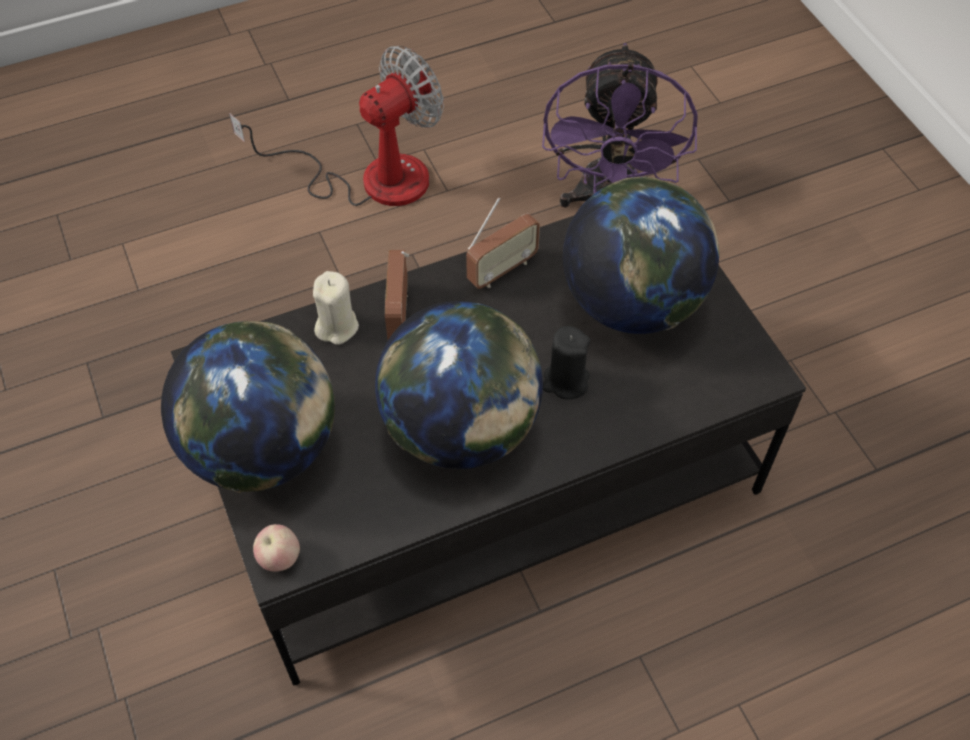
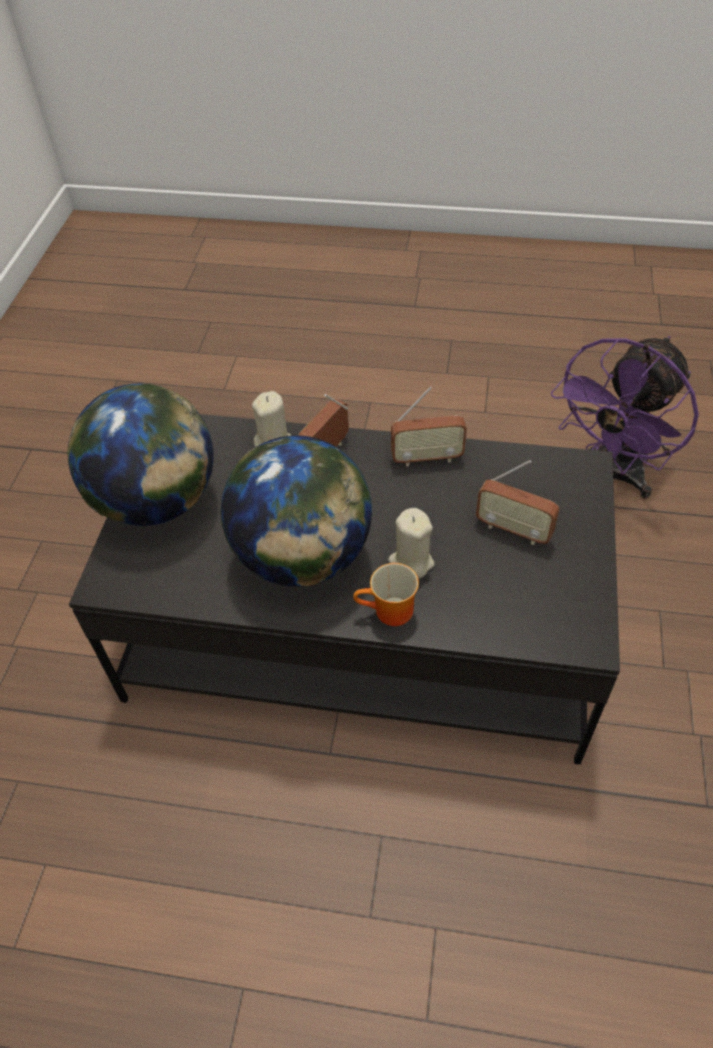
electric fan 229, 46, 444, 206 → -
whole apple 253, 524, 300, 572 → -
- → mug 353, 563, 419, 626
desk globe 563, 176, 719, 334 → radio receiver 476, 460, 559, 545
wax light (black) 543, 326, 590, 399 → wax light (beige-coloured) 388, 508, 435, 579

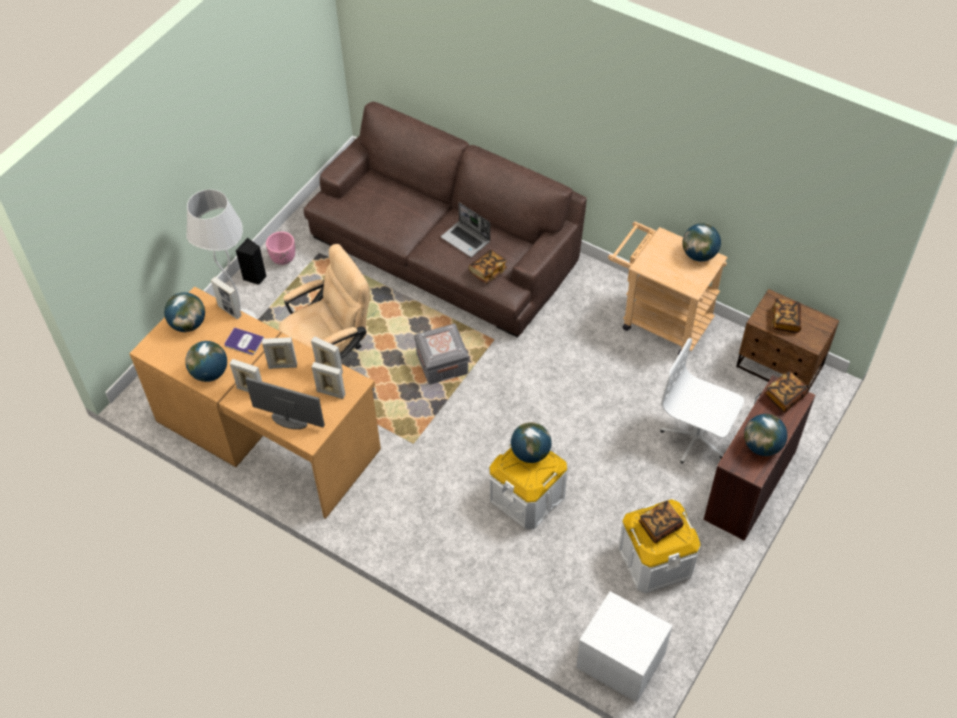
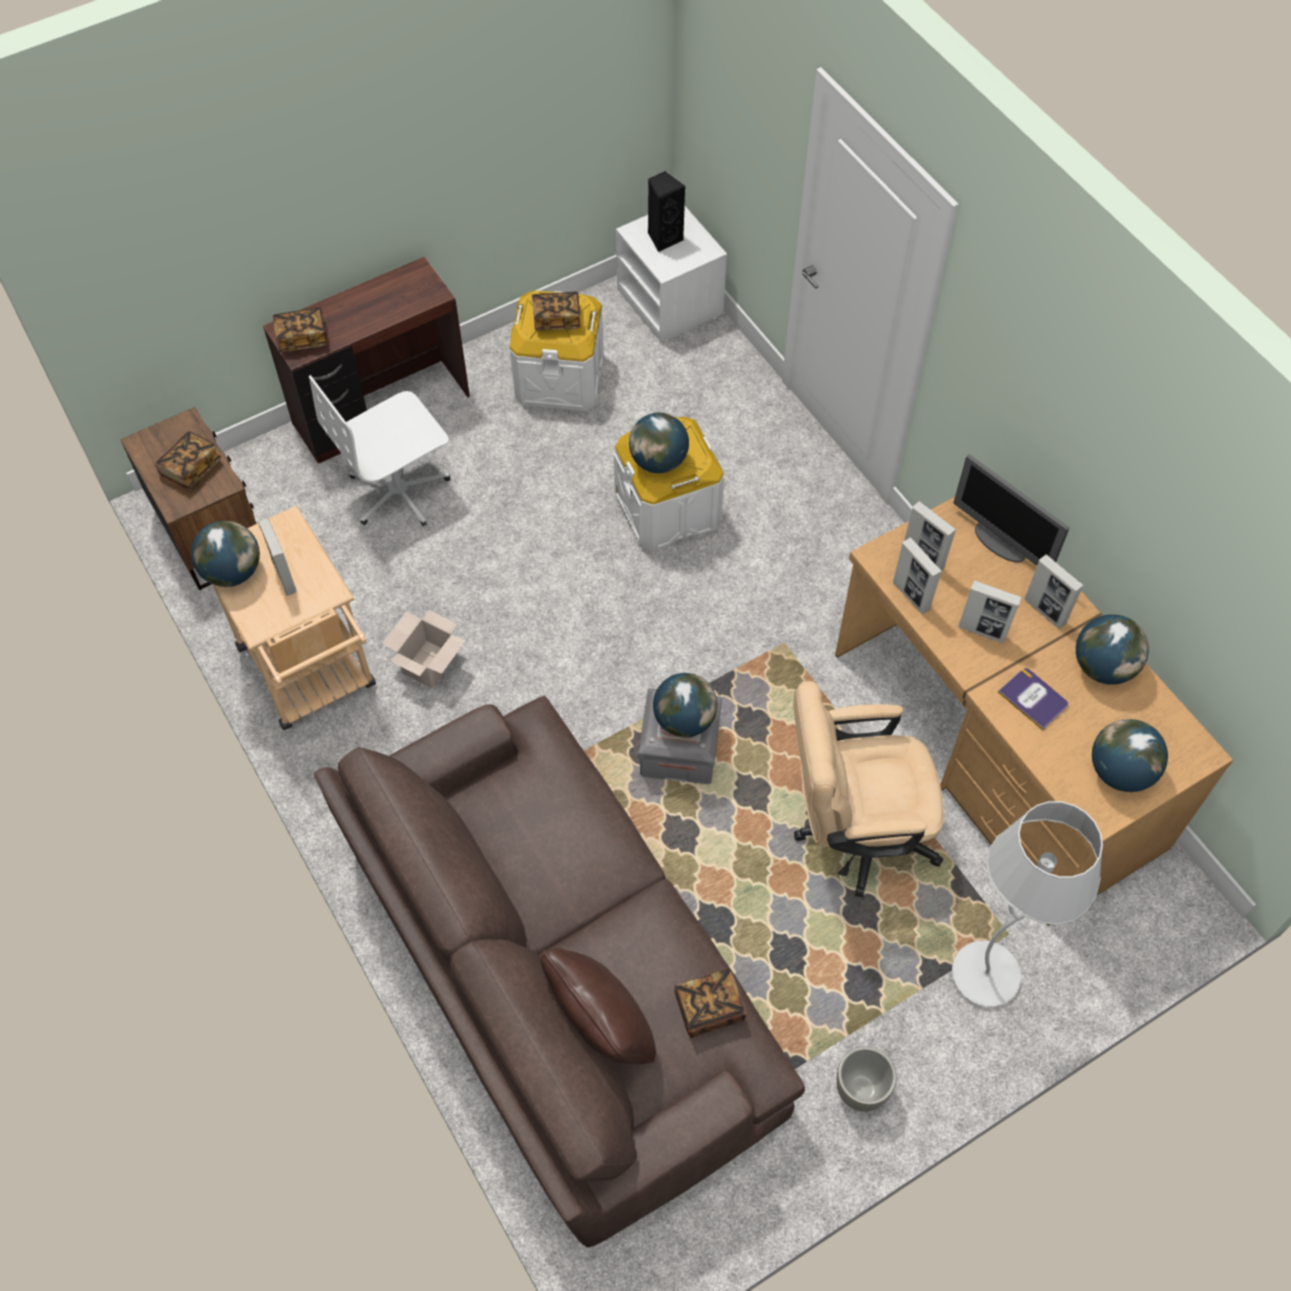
notebook computer 441, 203, 490, 257 → -
- → carton 382, 610, 466, 689
- → throw pillow (brown-coloured) 541, 948, 656, 1064
photo frame 211, 277, 242, 319 → photo frame 258, 518, 297, 595, moved
loudspeaker (black) 235, 238, 267, 285 → loudspeaker (black) 648, 172, 685, 252, moved
volume 469, 250, 507, 283 → volume 674, 969, 746, 1038, moved
desk globe 744, 414, 787, 456 → desk globe 653, 673, 718, 737, moved
planter (pink) 266, 232, 295, 265 → planter (gray) 836, 1046, 897, 1112
desk chair (white-coloured) 660, 338, 744, 464 → desk chair (white-coloured) 309, 375, 450, 526, 90 degrees clockwise

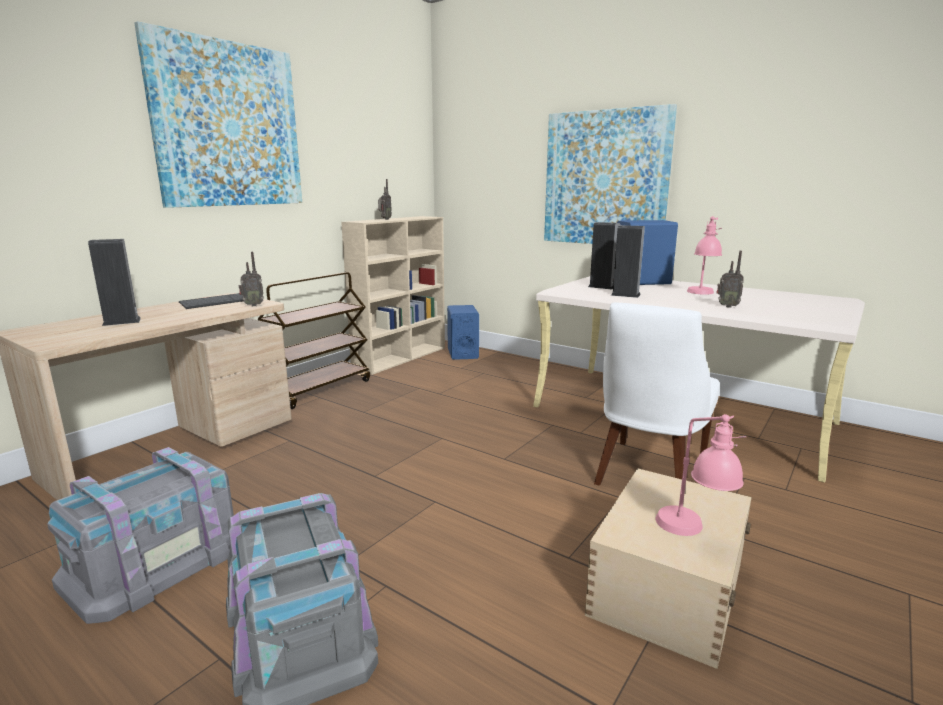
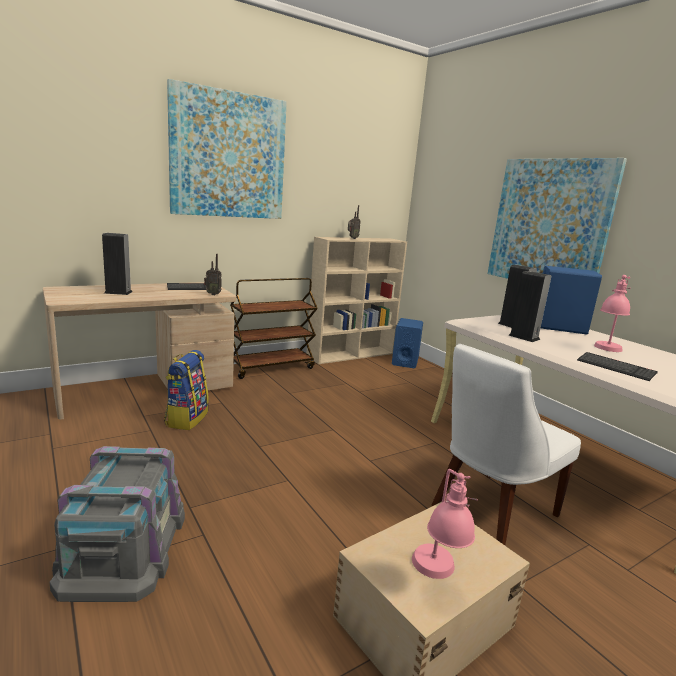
storage bin (gray) 47, 447, 234, 624 → -
- → knapsack 164, 350, 209, 430
radio receiver 716, 251, 744, 308 → keyboard 577, 352, 658, 381

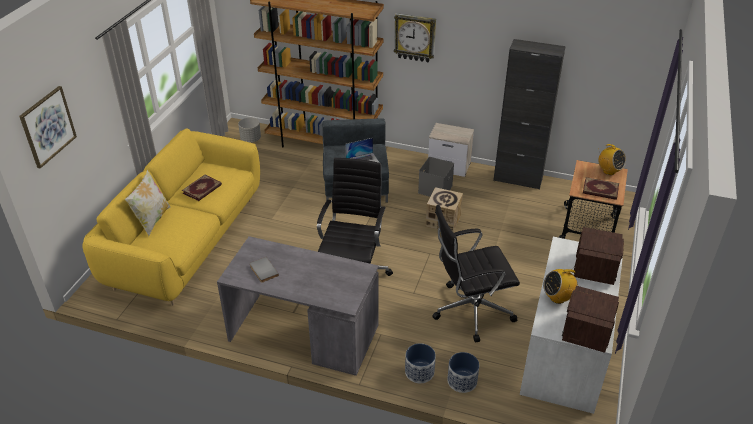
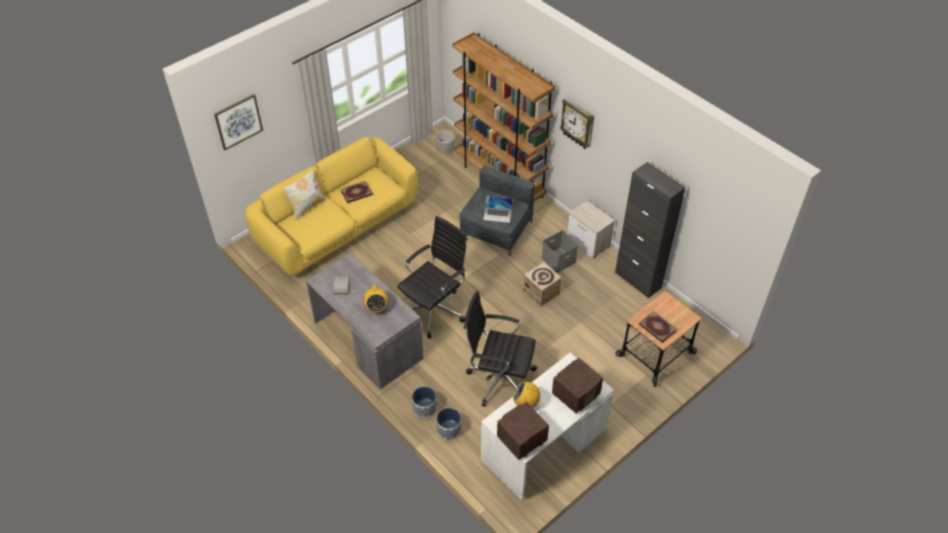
radio receiver 598, 144, 626, 175 → radio receiver 363, 284, 388, 313, moved

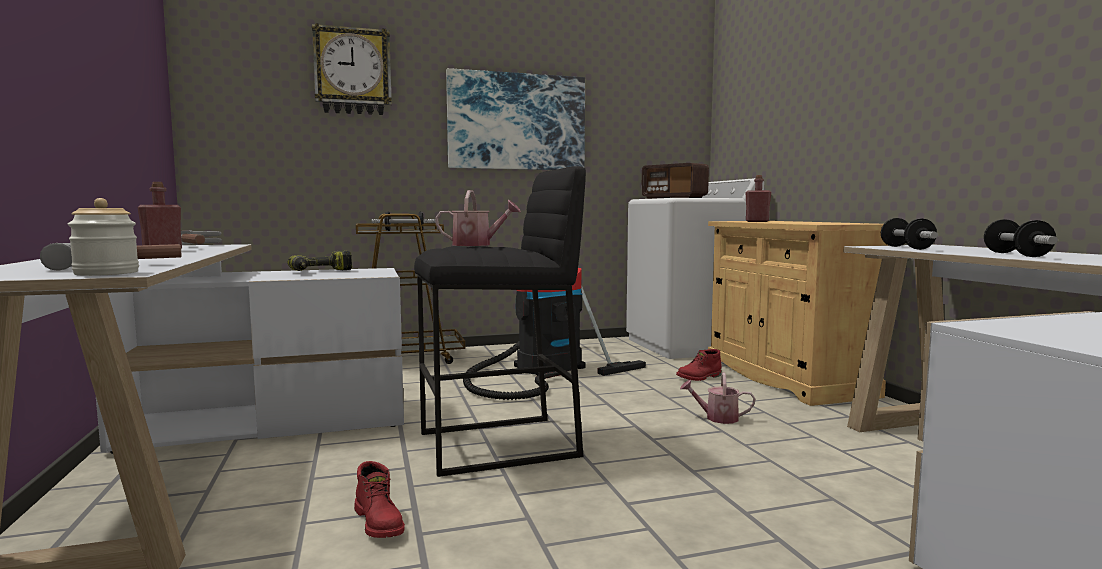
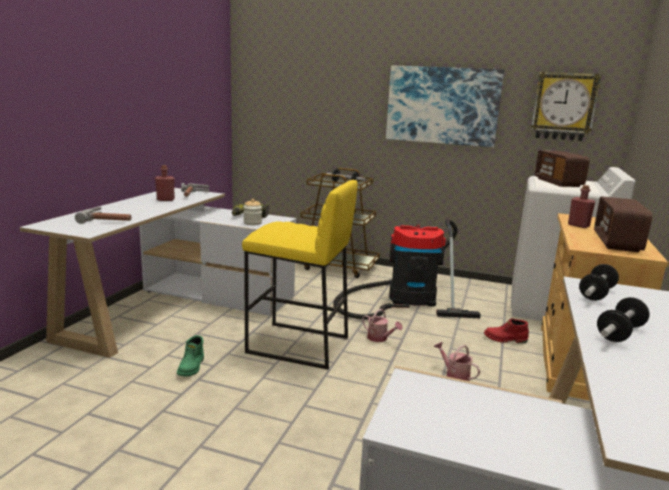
- → radio receiver 594, 196, 653, 252
jar 68, 198, 139, 276 → jar 244, 199, 262, 225, moved
hanging clock 312, 23, 392, 115 → hanging clock 531, 72, 602, 141, moved
watering pot 435, 190, 521, 246 → watering pot 362, 309, 403, 342, moved
tall boot (red) 354, 461, 405, 538 → tall boot (green) 177, 335, 204, 377
stool (black) 414, 166, 586, 477 → stool (yellowish) 242, 180, 358, 370

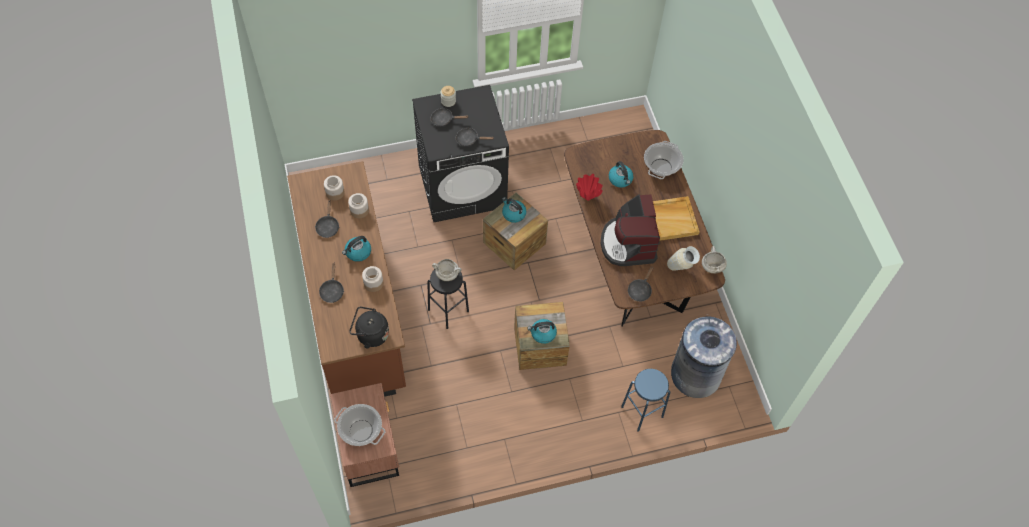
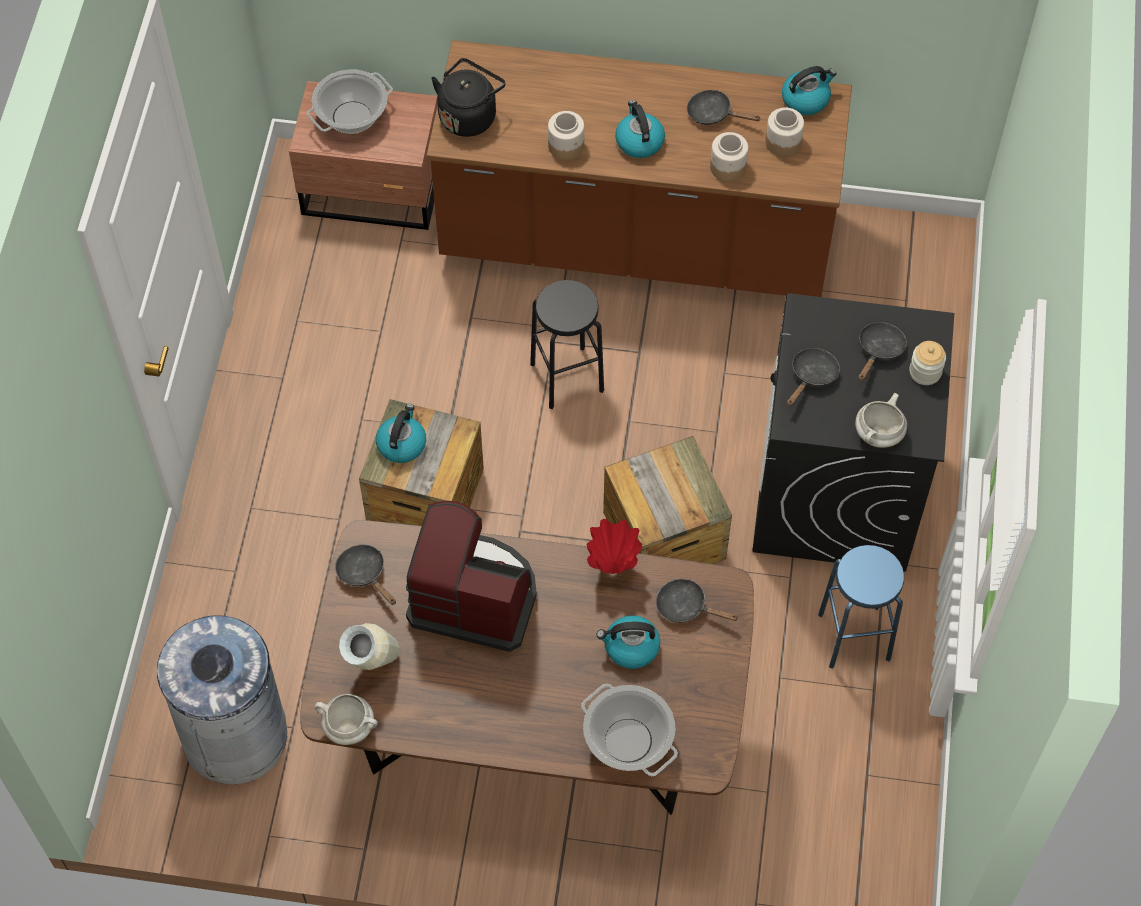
carrying tray (beige-coloured) 653, 196, 700, 241 → -
pan (black) 319, 263, 344, 303 → pan (black) 656, 579, 739, 623, moved
stockpot (white-coloured) 432, 259, 462, 281 → stockpot (white-coloured) 855, 393, 907, 448, moved
tea kettle 502, 197, 526, 223 → tea kettle 782, 66, 836, 115, moved
stool (blue) 621, 369, 670, 432 → stool (blue) 818, 545, 904, 669, moved

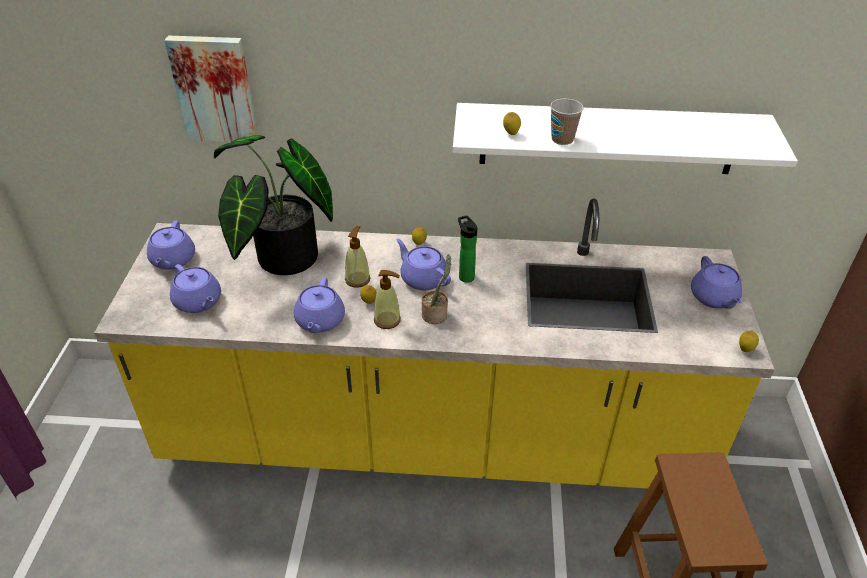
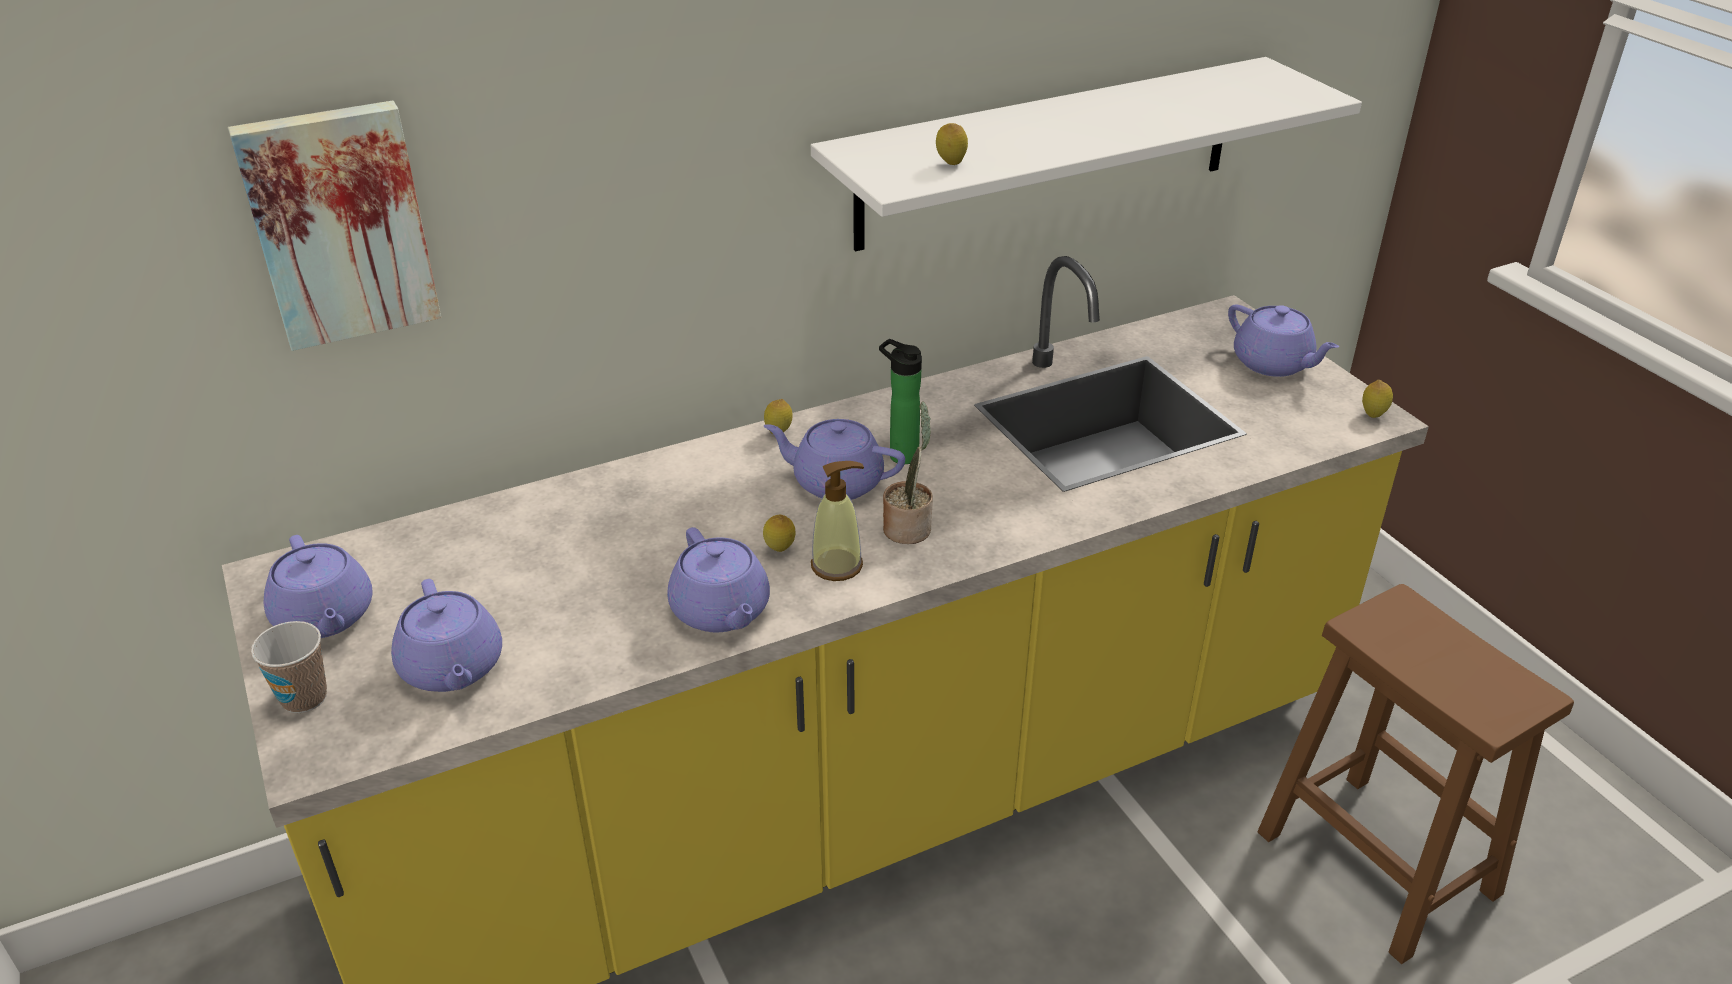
plant in a pot 214, 135, 333, 275 → -
soap dispenser 345, 226, 370, 288 → -
drinking cup 550, 99, 584, 145 → drinking cup 251, 621, 327, 713, moved
teapot (purple) 170, 264, 221, 313 → teapot (purple) 391, 579, 502, 692, 45 degrees clockwise

